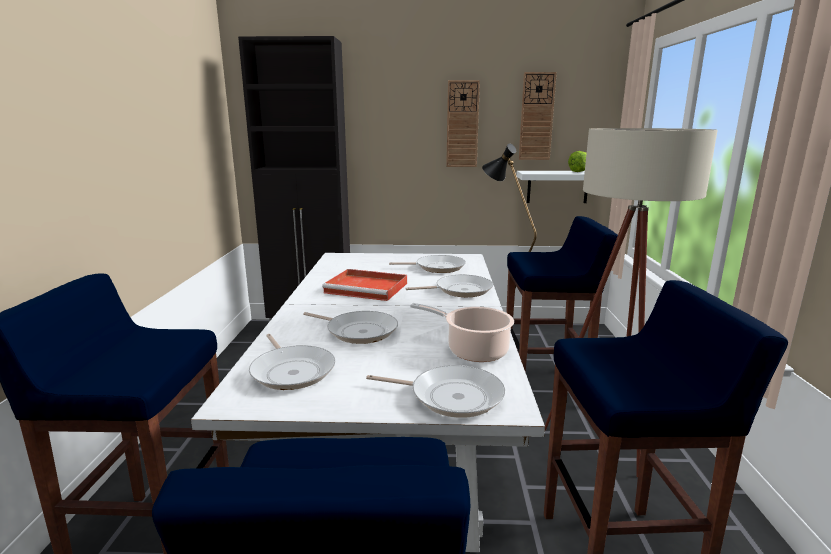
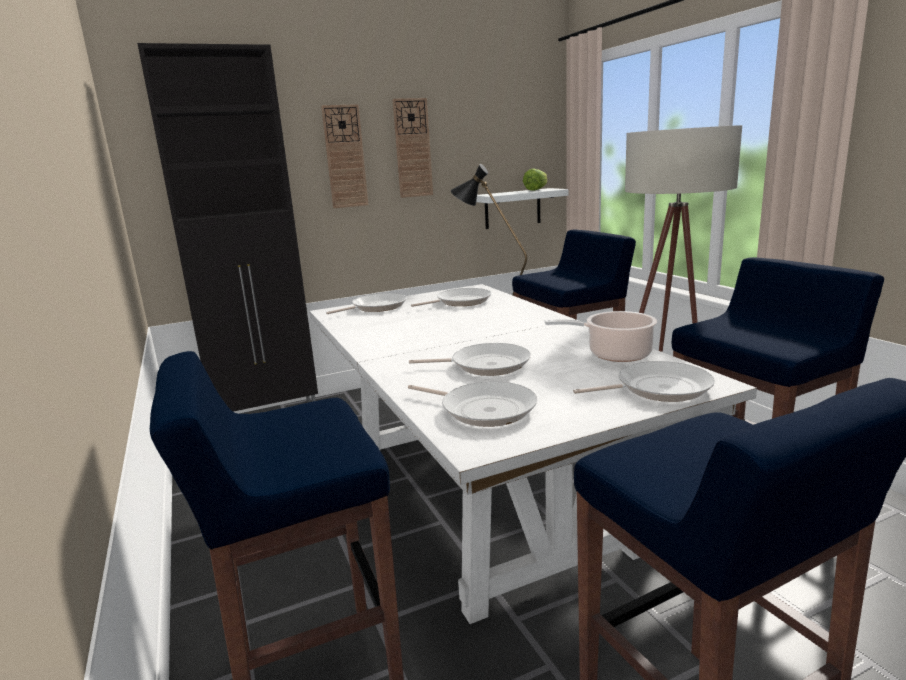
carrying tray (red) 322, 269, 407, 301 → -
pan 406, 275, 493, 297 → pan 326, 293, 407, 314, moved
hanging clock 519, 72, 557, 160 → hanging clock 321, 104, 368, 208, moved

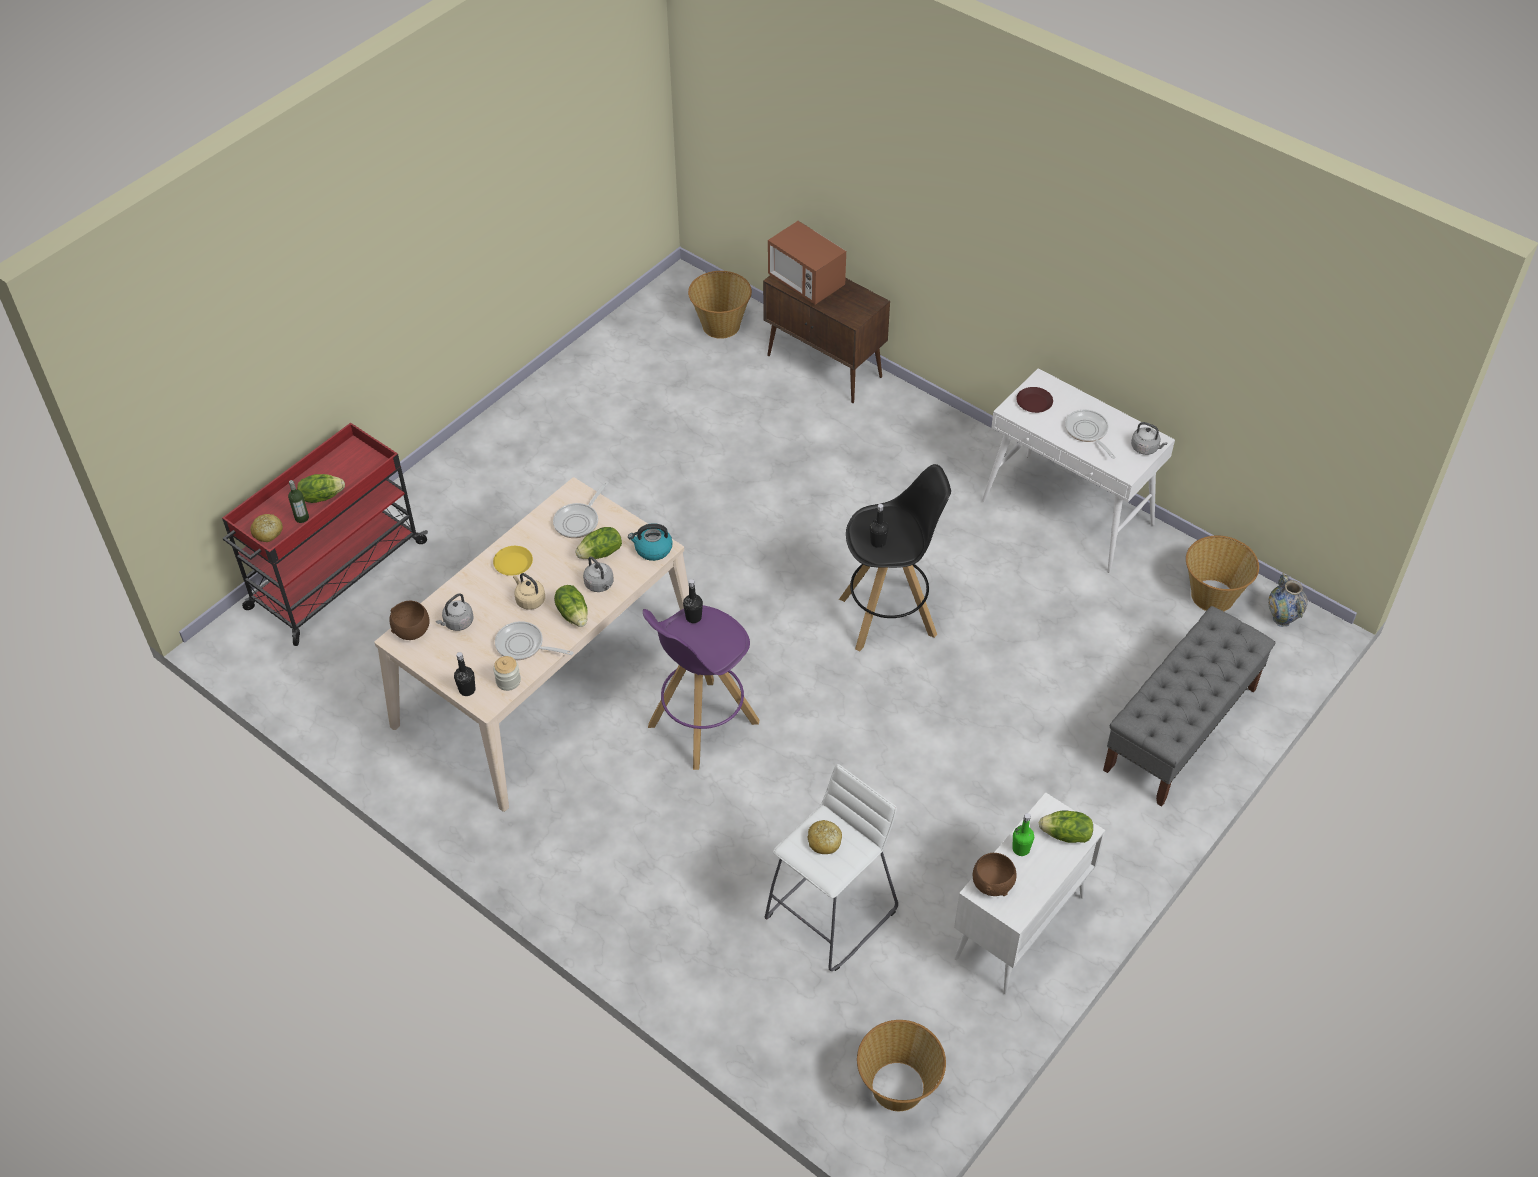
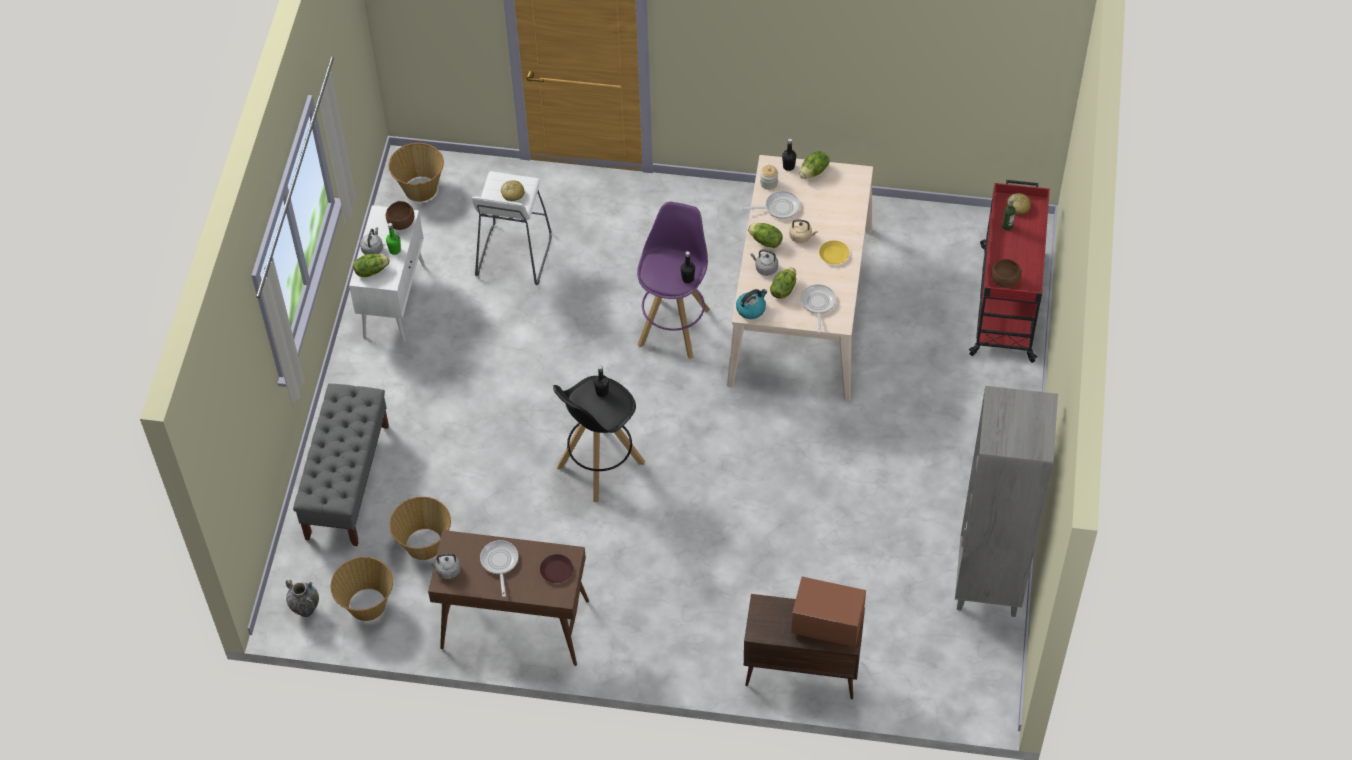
- → shelving unit (gray) 955, 386, 1058, 617
head of lettuce 297, 474, 345, 503 → head of lettuce 799, 151, 829, 179, moved
deep dish (brown-coloured) 389, 601, 430, 640 → deep dish (brown-coloured) 991, 259, 1022, 288, moved
tea kettle (gray) 436, 593, 474, 631 → tea kettle (gray) 360, 227, 383, 255, moved
basket 688, 271, 752, 339 → basket 389, 497, 451, 560, moved
narrow table (white-coloured) 982, 368, 1175, 573 → narrow table (brown-coloured) 428, 530, 589, 666
pan 1065, 409, 1116, 459 → pan 480, 540, 518, 597, 135 degrees counterclockwise

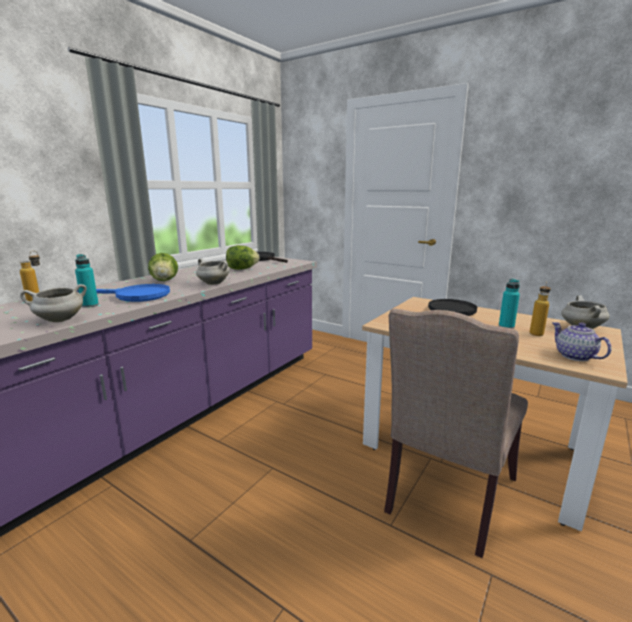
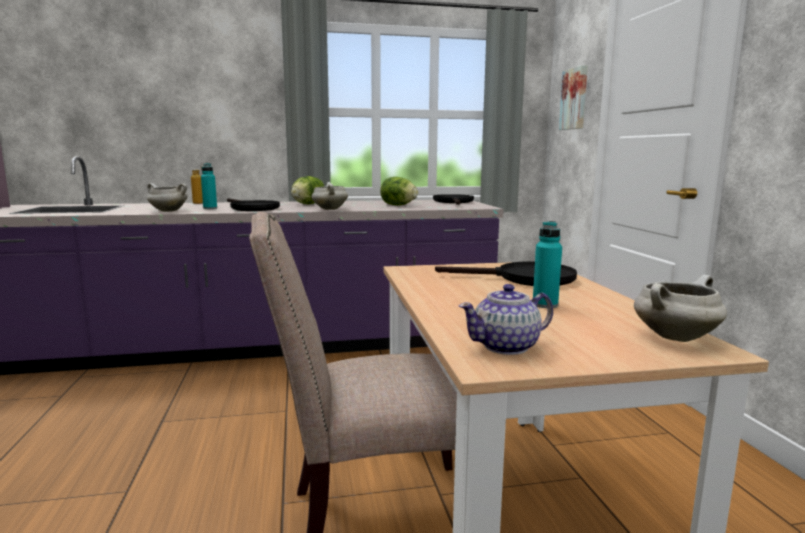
beverage bottle 530, 282, 551, 336 → -
- → wall art 559, 65, 588, 130
pan (blue) 77, 284, 170, 302 → pan (black) 227, 198, 280, 211
teapot 552, 322, 612, 361 → teapot 459, 284, 553, 355, 135 degrees counterclockwise

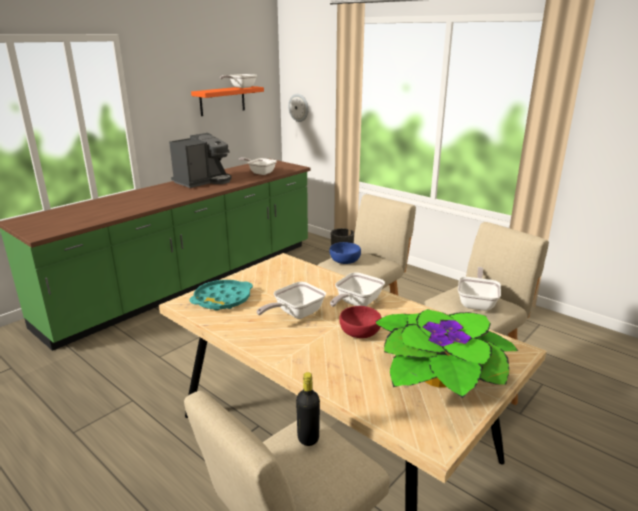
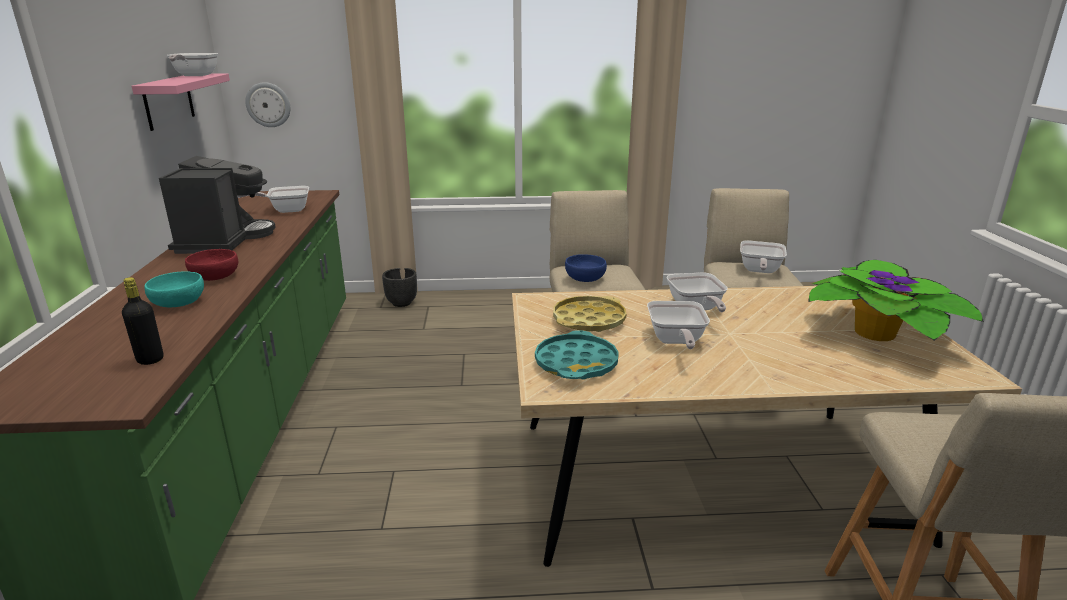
- → deep dish (blue-green) 145, 271, 204, 307
- → carrying tray (yellowish) 553, 296, 626, 332
beverage bottle (black) 296, 372, 320, 446 → beverage bottle (black) 122, 277, 164, 365, moved
deep dish (red) 339, 306, 382, 338 → deep dish (red) 185, 249, 238, 281, moved
bracket shelf (orange-coloured) 191, 86, 264, 116 → bracket shelf (pink) 132, 74, 230, 131
pan 458, 267, 501, 311 → pan 740, 240, 787, 273, 135 degrees counterclockwise

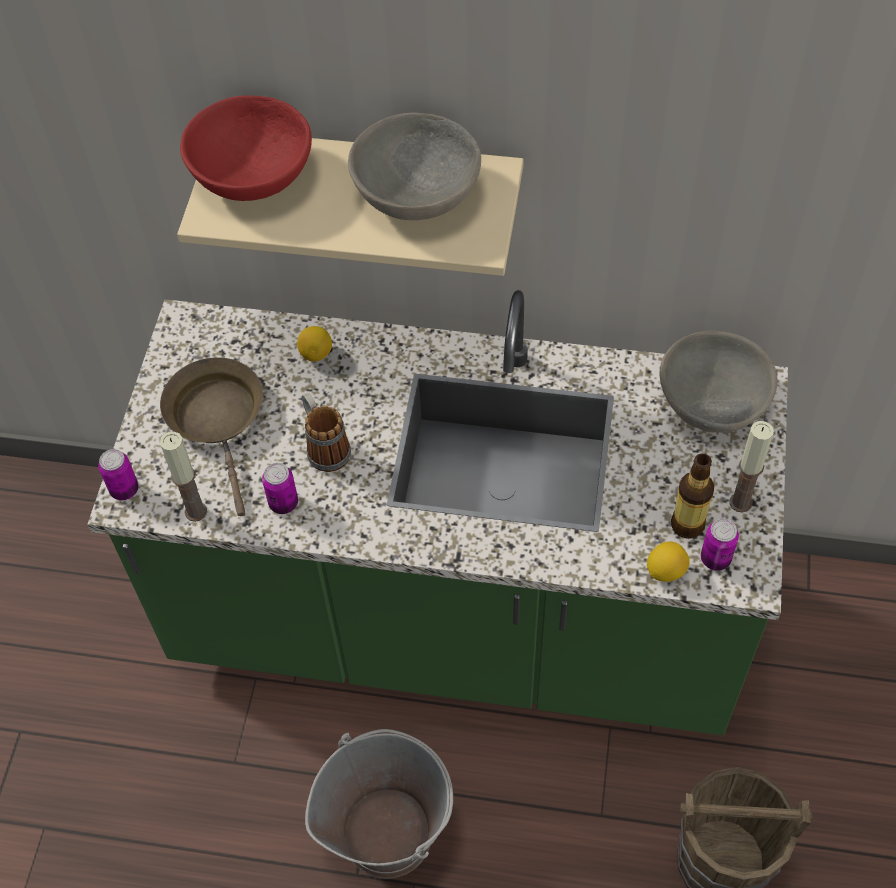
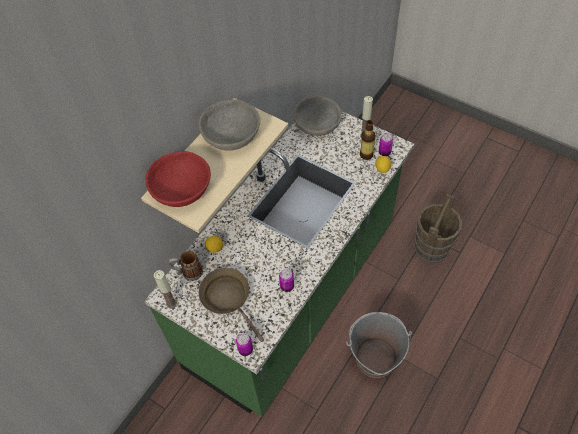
wax light 160, 431, 207, 522 → wax light 154, 270, 177, 308, moved
mug 302, 393, 351, 472 → mug 168, 251, 203, 281, moved
pan (brown-coloured) 160, 357, 263, 516 → pan (brown-coloured) 199, 268, 264, 342, 45 degrees clockwise

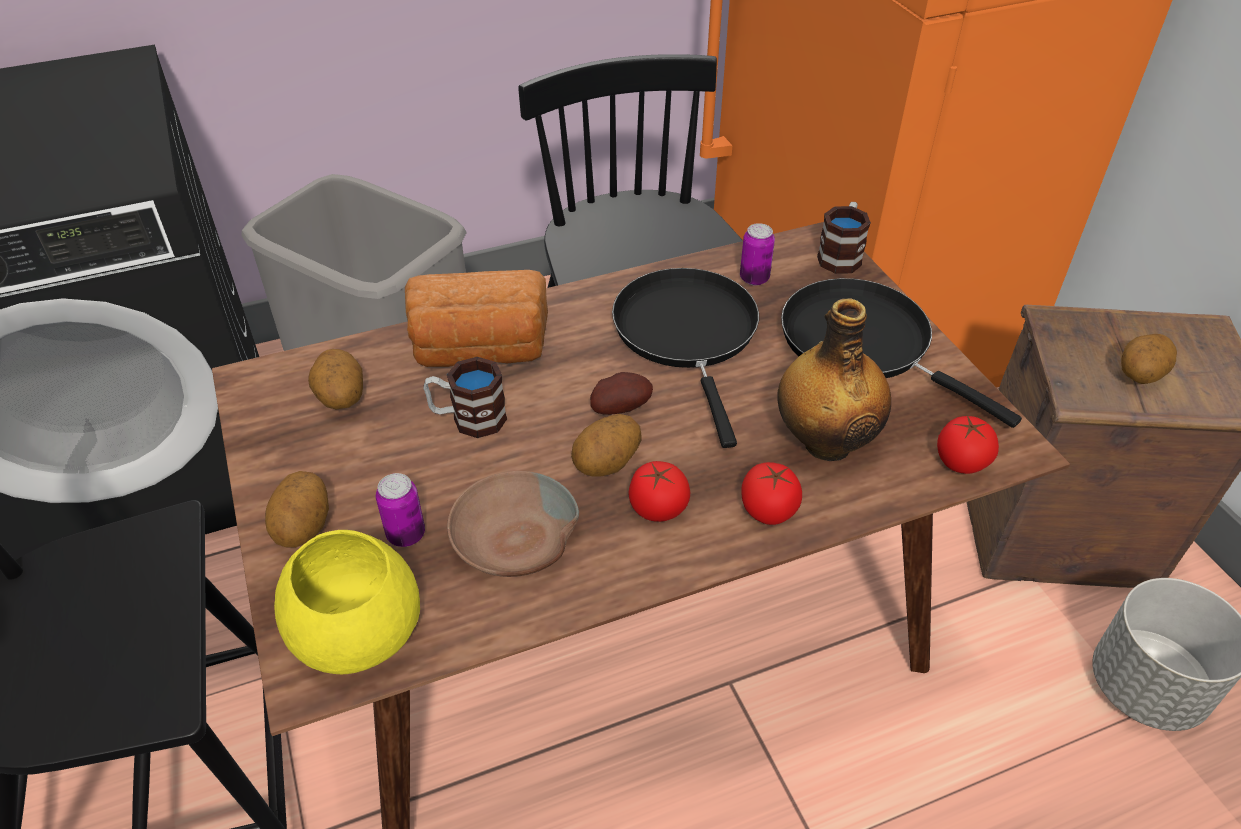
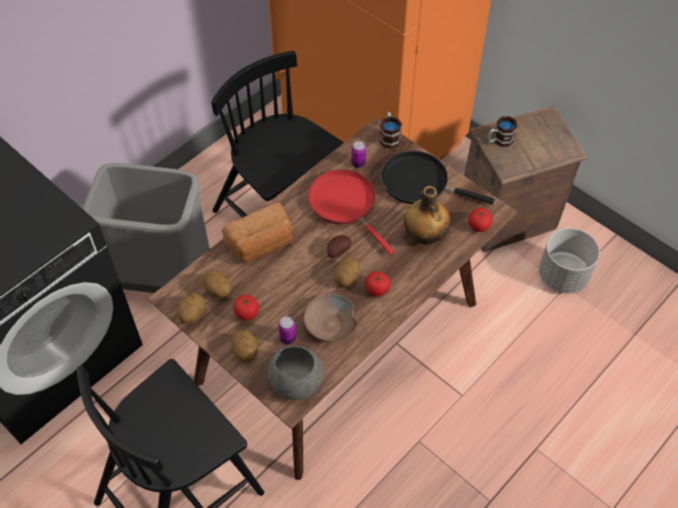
mug 423, 357, 507, 438 → mug 488, 116, 517, 147, moved
tomato 741, 462, 802, 525 → tomato 233, 295, 259, 321, moved
spud 1121, 334, 1177, 384 → spud 177, 292, 205, 324, moved
deep dish (yellowish) 274, 530, 420, 674 → deep dish (gray) 267, 345, 324, 400
pan (black) 612, 268, 759, 448 → pan (red) 308, 169, 394, 255

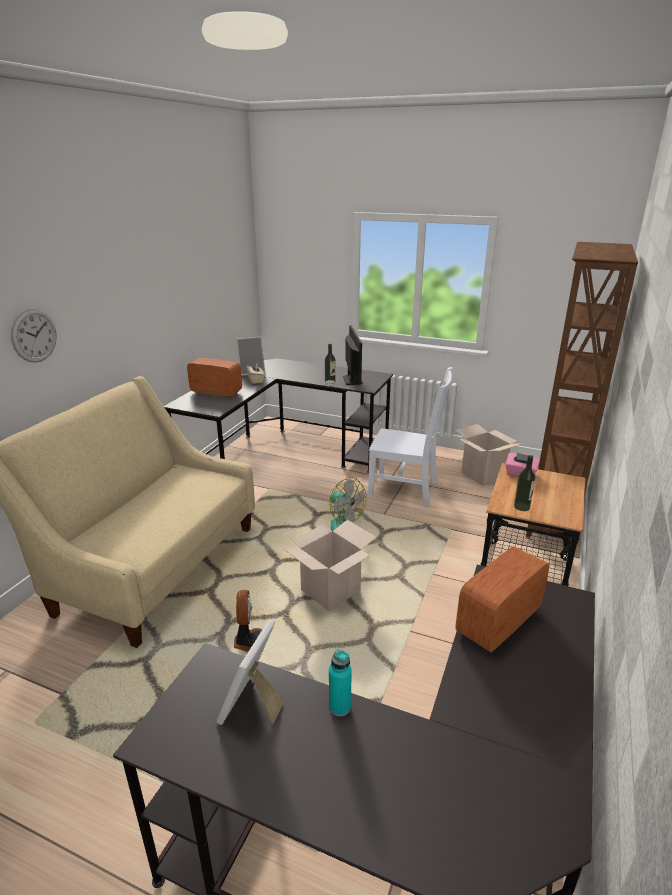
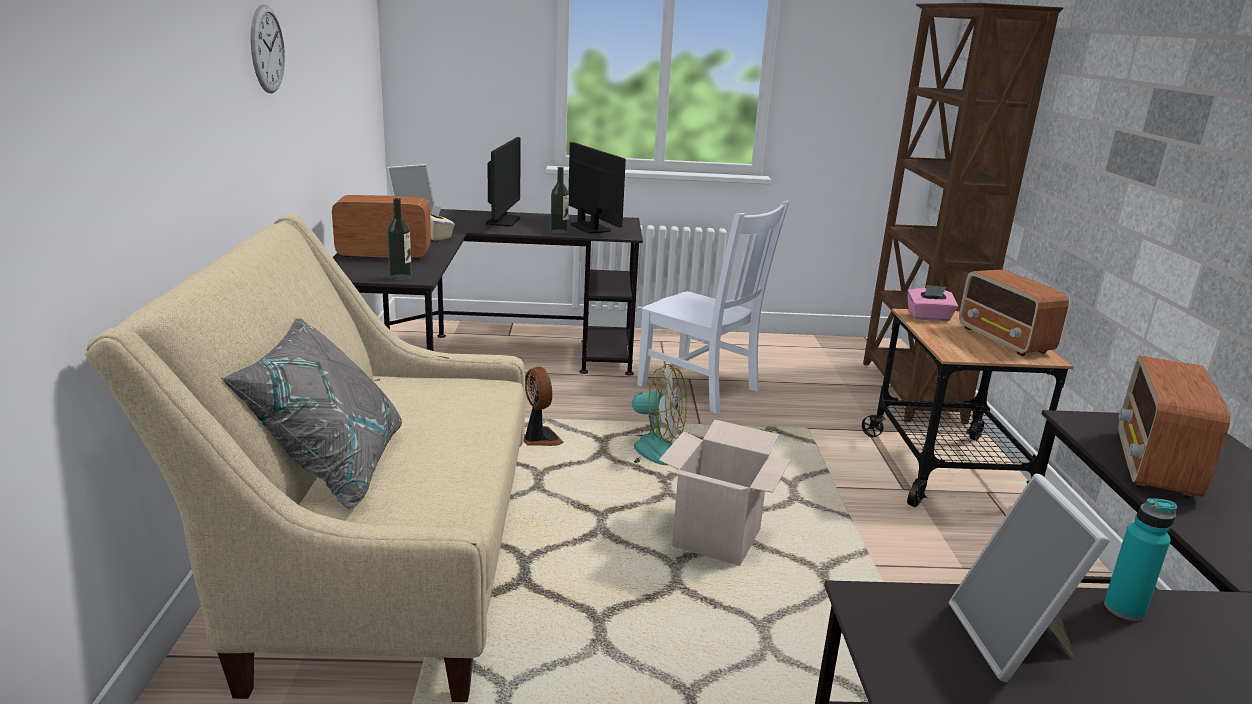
carton 455, 424, 523, 486 → -
- → throw pillow (gray) 221, 318, 402, 510
- → computer display 486, 137, 521, 226
- → radio receiver 959, 270, 1069, 356
hanging clock 11, 308, 57, 363 → hanging clock 251, 4, 285, 93, moved
electric fan 234, 590, 263, 652 → electric fan 524, 367, 564, 446, moved
beverage bottle 514, 455, 535, 511 → beverage bottle 387, 198, 412, 281, moved
chair (white-coloured) 368, 367, 453, 507 → chair (white-coloured) 637, 201, 790, 414, 45 degrees clockwise

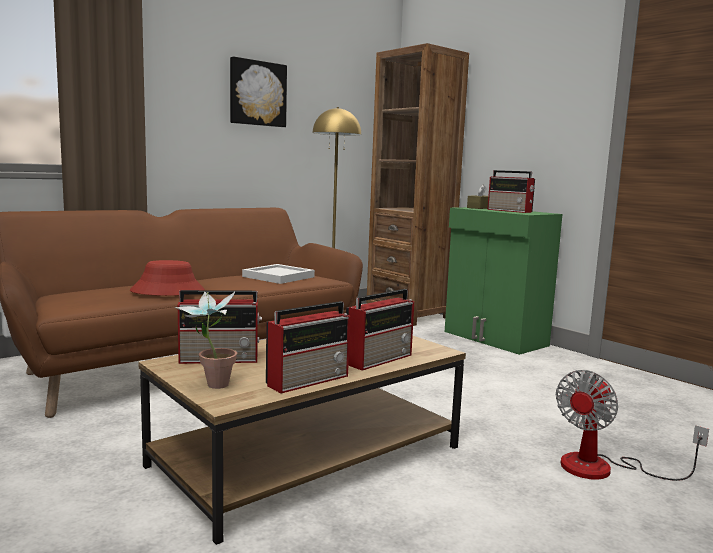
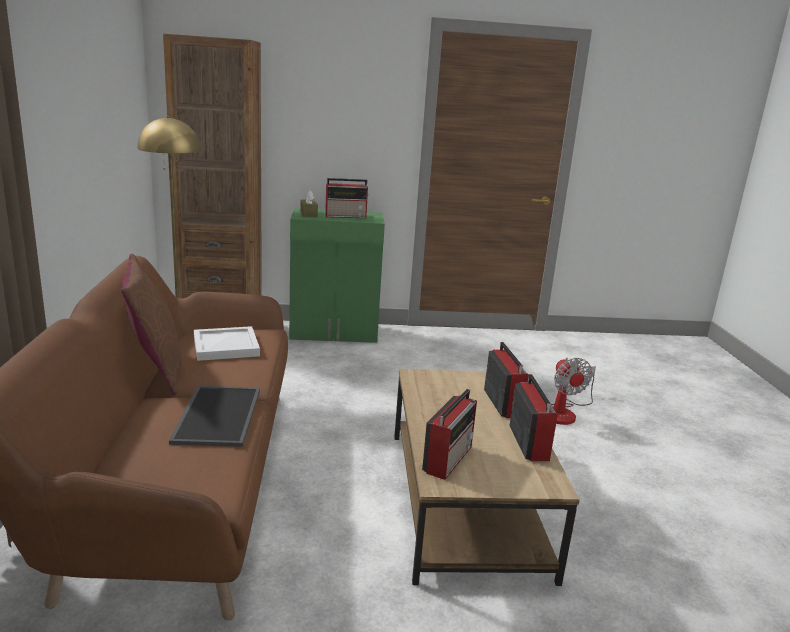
plant in a pot 175, 291, 237, 389 → -
wall art 230, 57, 287, 127 → -
- → throw pillow (brown-coloured) 121, 254, 182, 395
wearable hat (red) 130, 260, 205, 296 → carrying tray 169, 386, 260, 447

